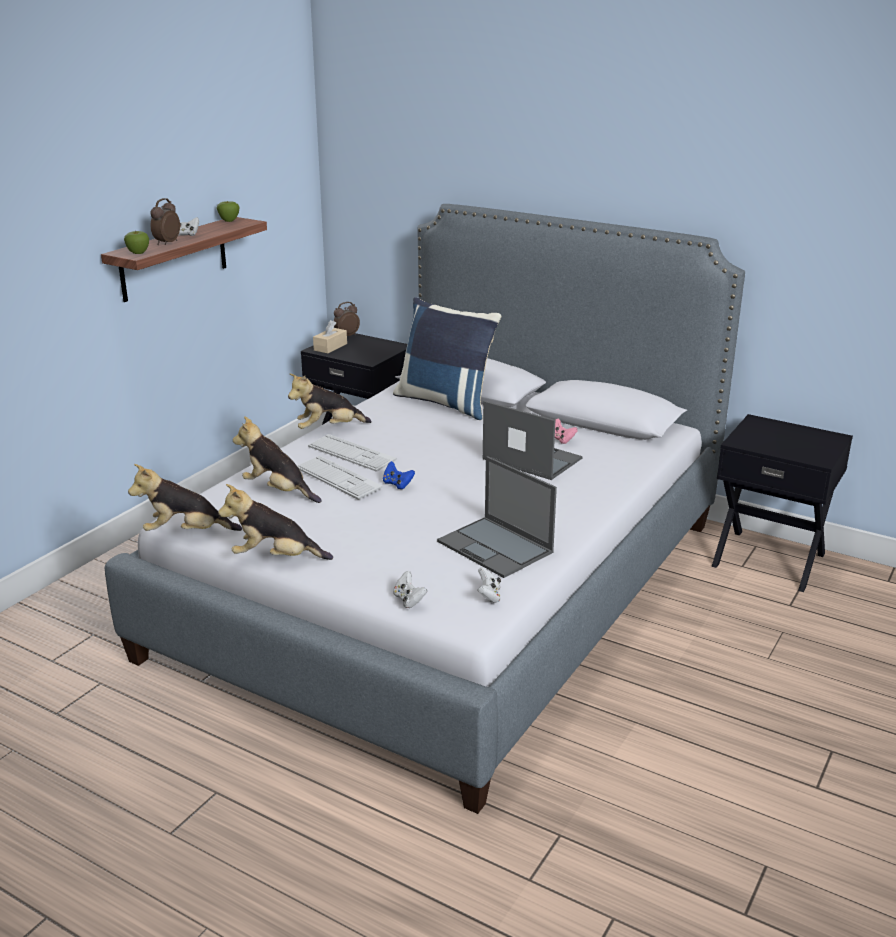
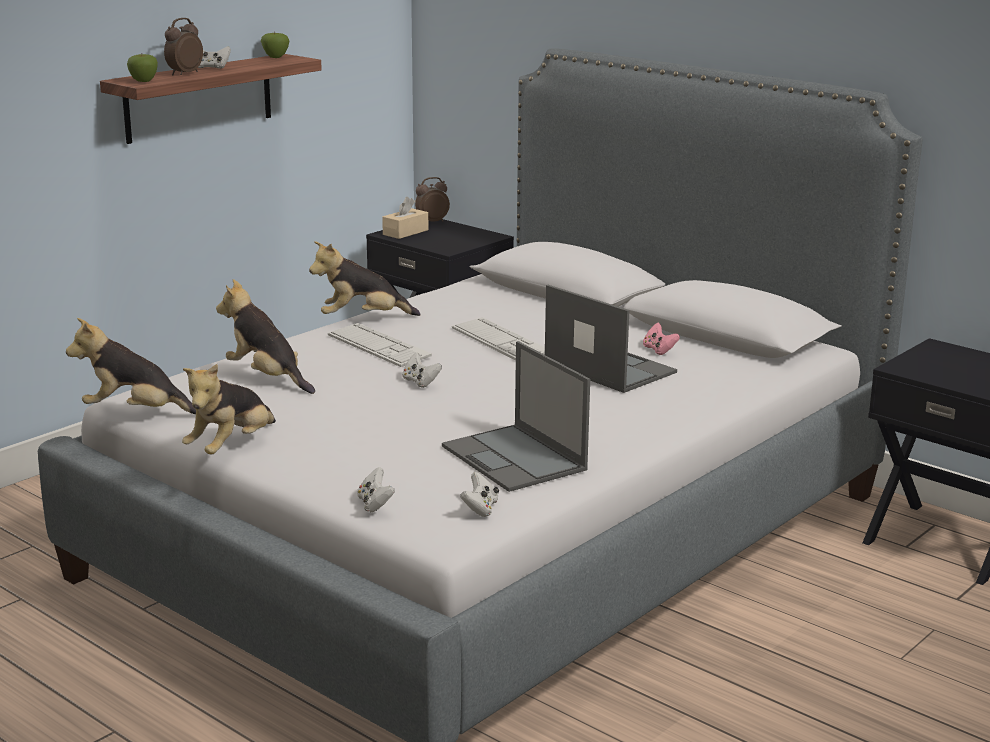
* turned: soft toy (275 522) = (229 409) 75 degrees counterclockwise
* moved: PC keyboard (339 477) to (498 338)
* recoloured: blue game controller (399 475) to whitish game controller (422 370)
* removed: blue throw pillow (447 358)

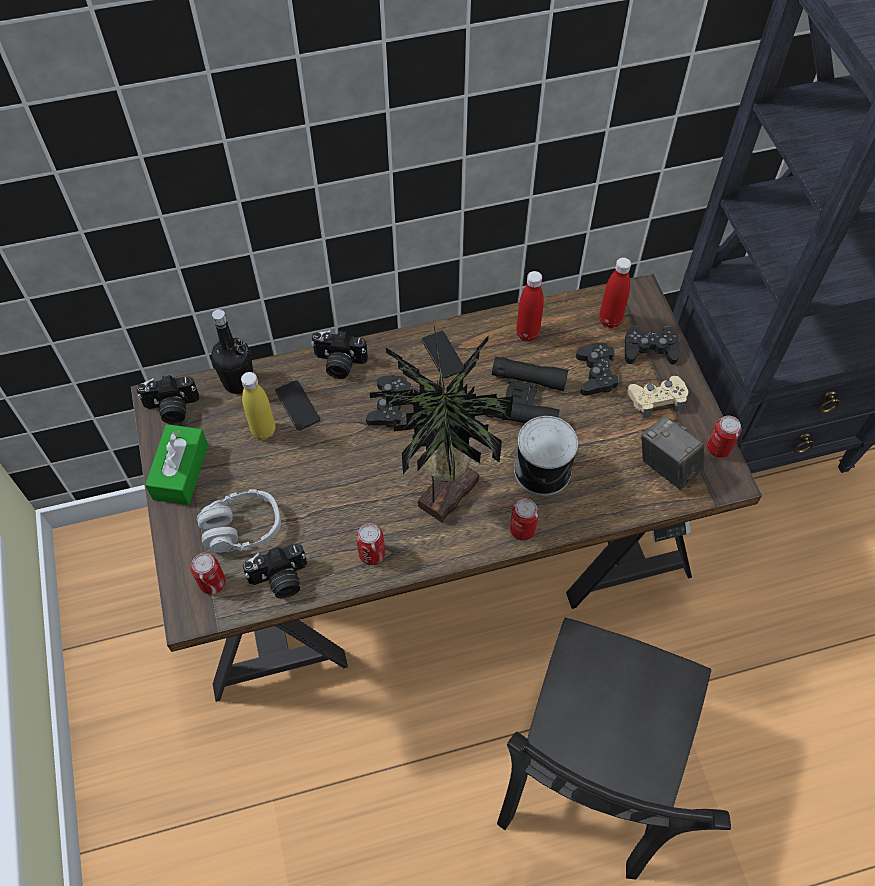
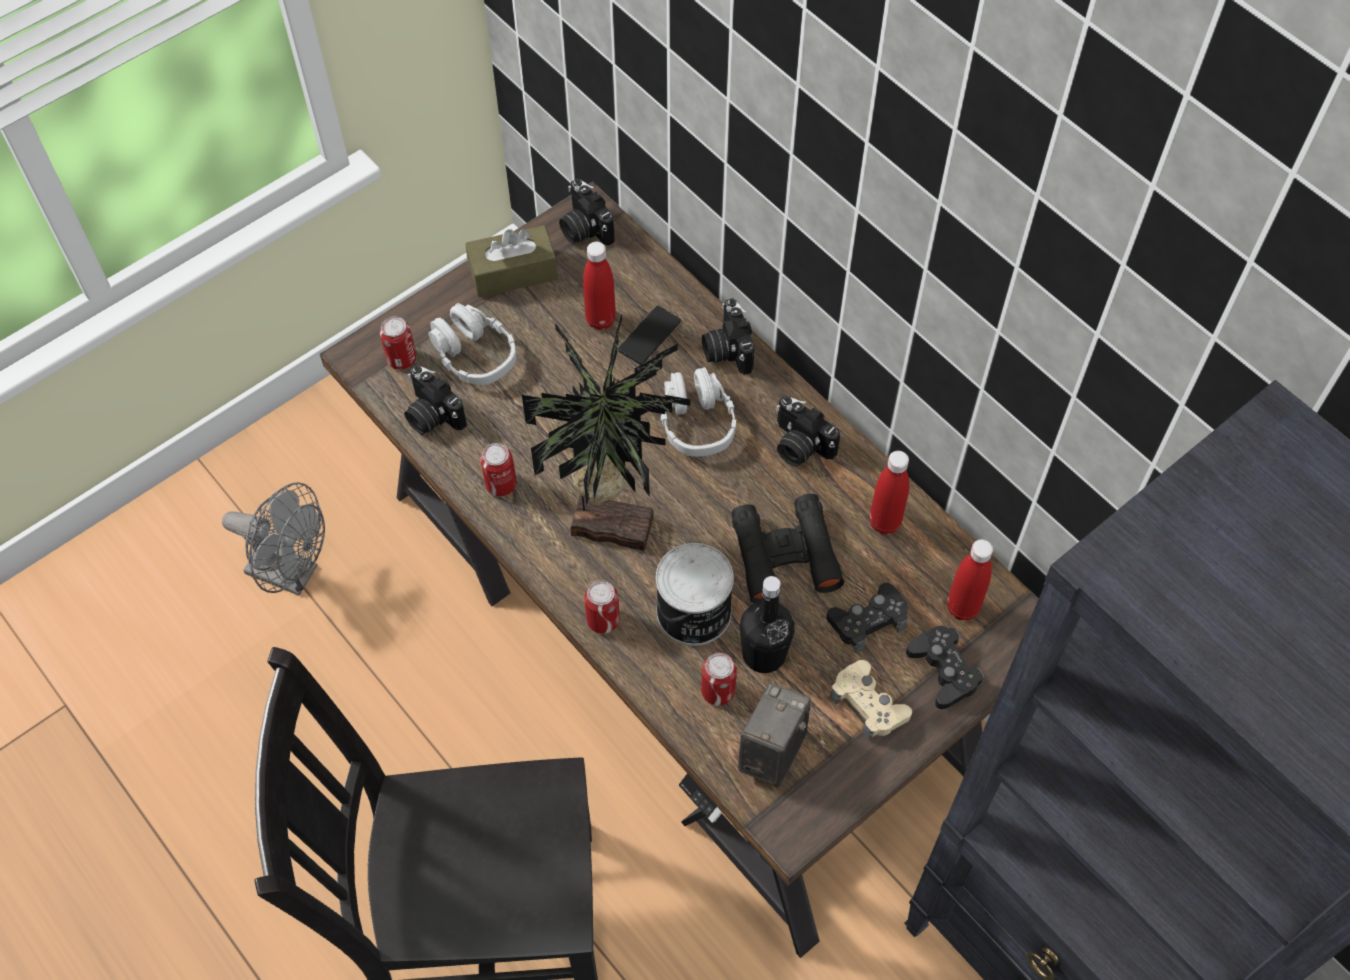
* recoloured: green-coloured tissue box (176 464) to brown tissue box (511 261)
* moved: black-coloured beverage bottle (232 351) to (767 624)
* recoloured: yellow beverage bottle (258 406) to reddish beverage bottle (599 286)
* replaced: black-coloured game controller (389 401) to grey headset (698 412)
* replaced: phone (442 354) to photo camera (808 431)
* moved: can (724 437) to (719 679)
* added: grey cooling fan (273 539)

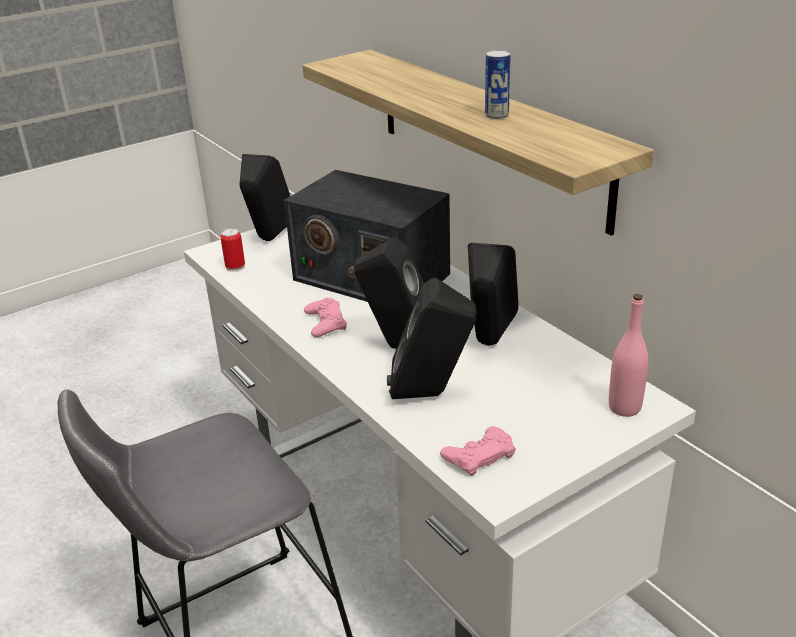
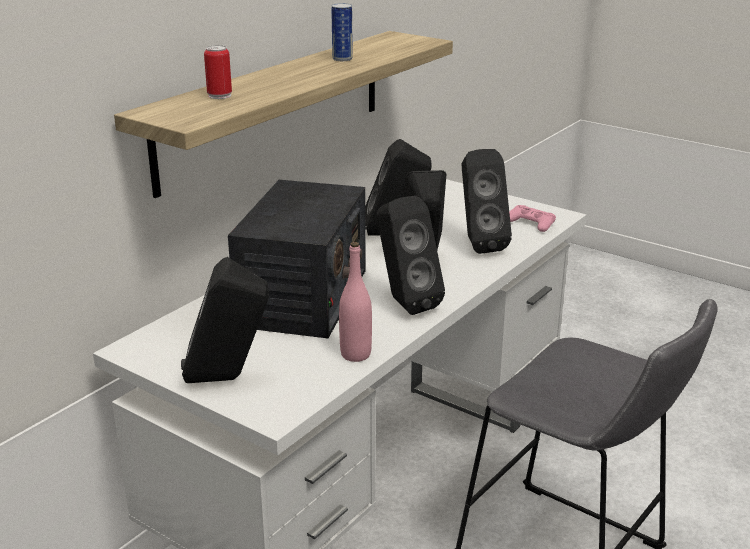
* moved: can (232 250) to (218 72)
* replaced: pink game controller (325 317) to black-coloured loudspeaker (411 255)
* moved: pink beverage bottle (628 355) to (355 302)

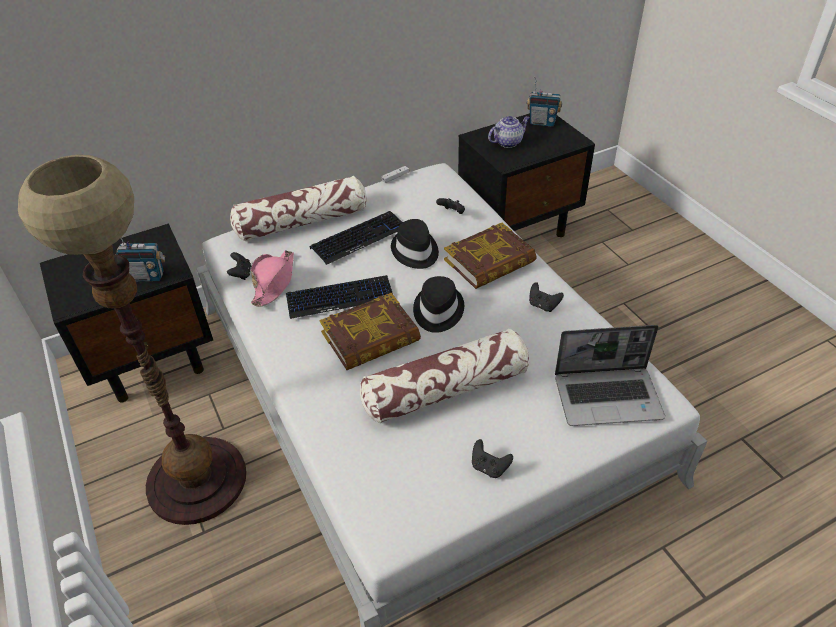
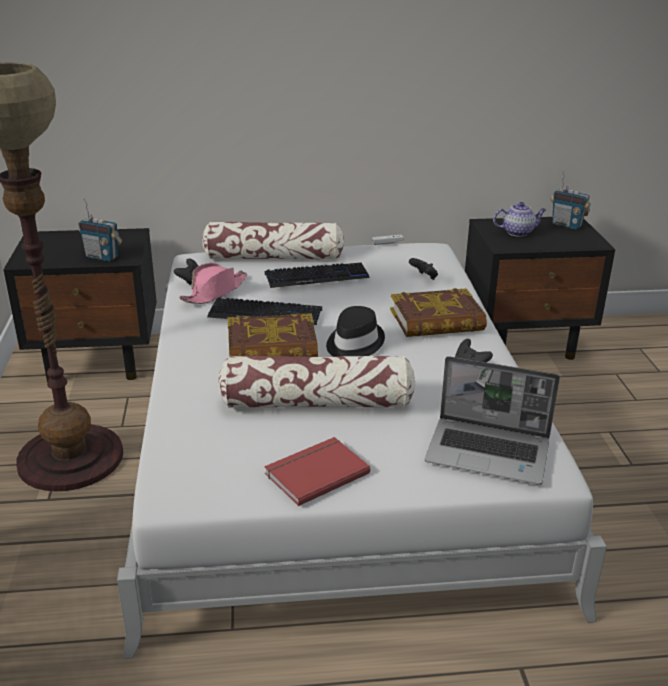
* removed: black-coloured hat (415 244)
* replaced: black-coloured game controller (492 458) to reddish volume (317 471)

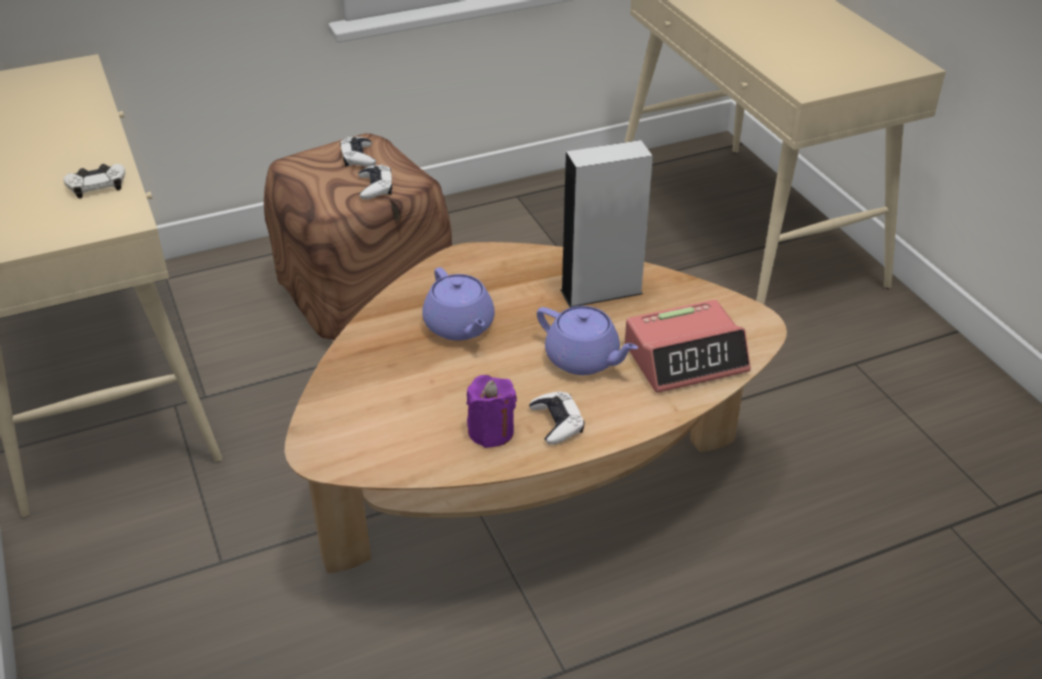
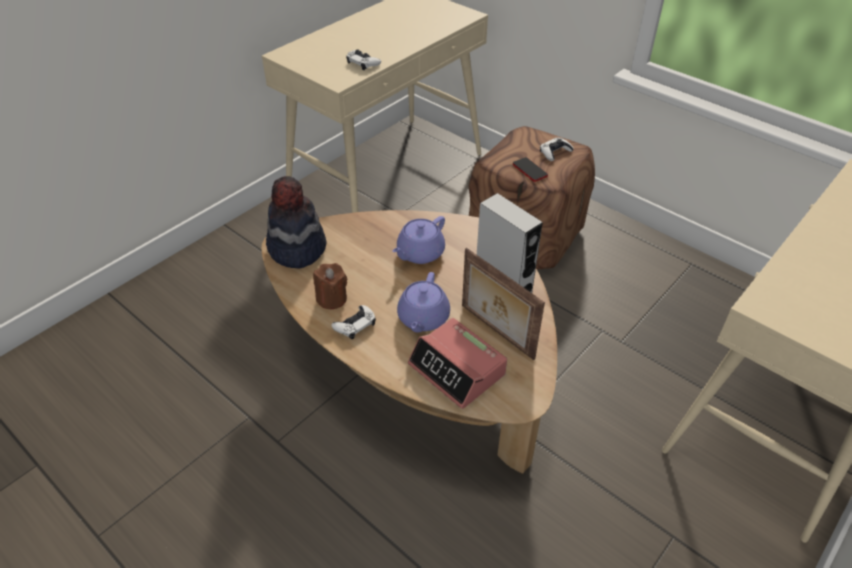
* replaced: whitish game controller (375 182) to phone (530 169)
* recoloured: purple-coloured wax light (492 411) to brown wax light (330 286)
* added: hat (296 222)
* added: picture frame (503 304)

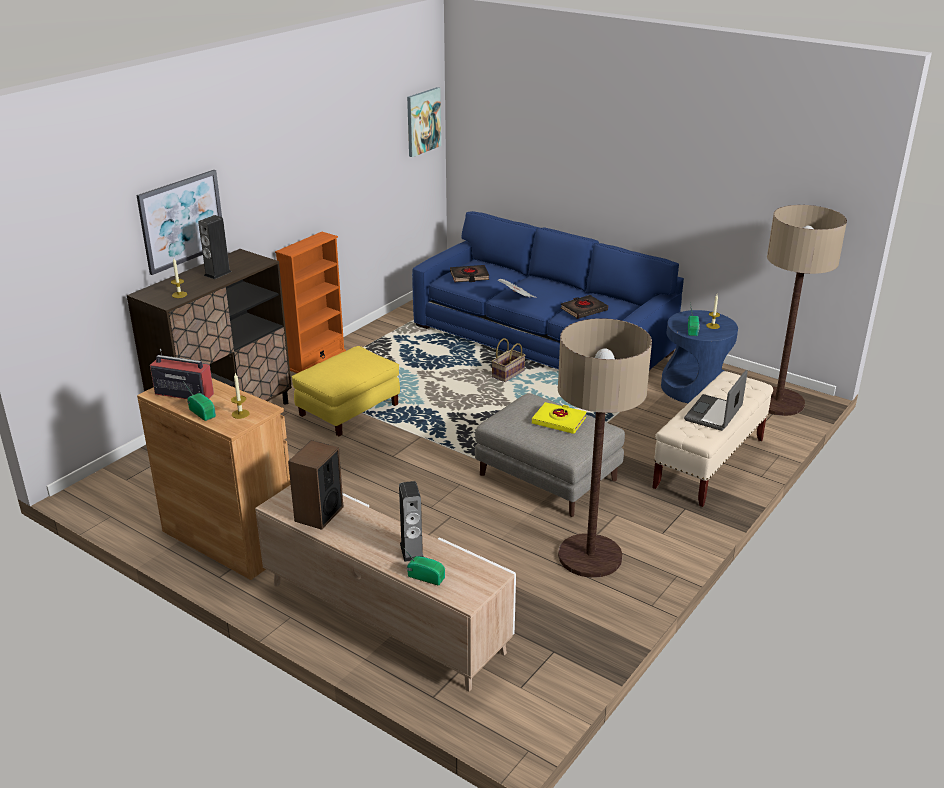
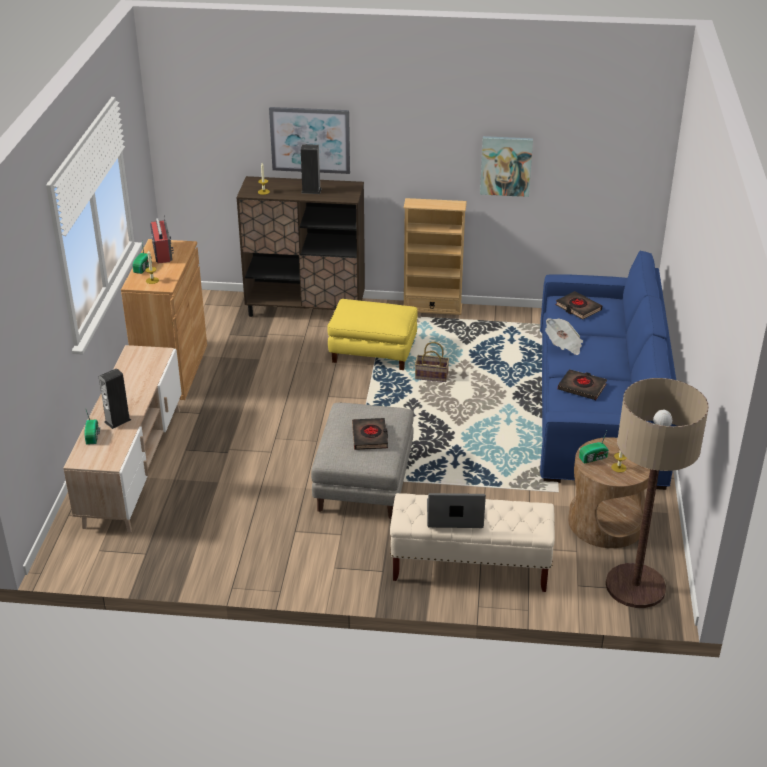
* recoloured: orangey bookshelf (310 302) to sand-coloured bookshelf (435 256)
* removed: loudspeaker (315 485)
* moved: wall art (424 122) to (506 166)
* moved: storage basket (508 360) to (432 362)
* recoloured: yellow volume (559 418) to black-coloured volume (370 434)
* removed: standing lamp (605 448)
* recoloured: blue accent table (699 356) to brown accent table (609 492)

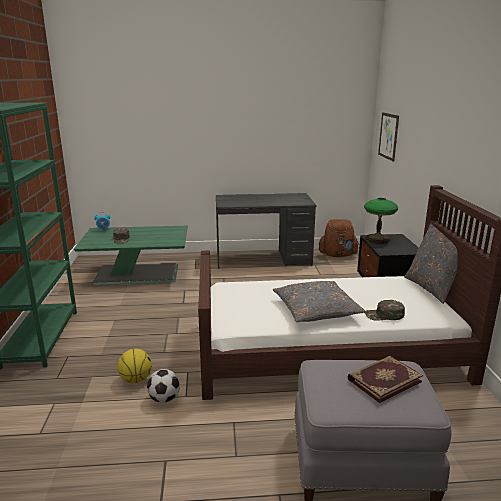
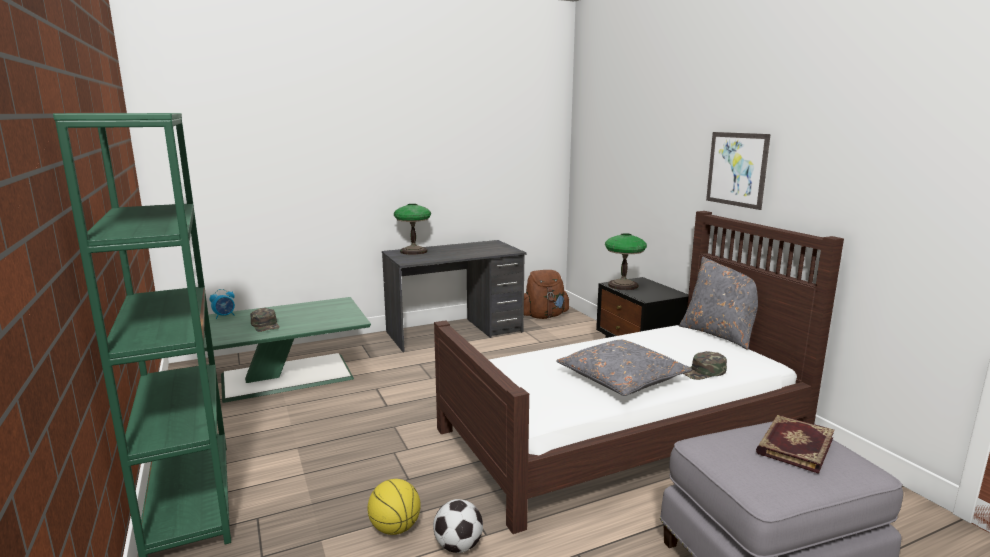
* moved: wall art (388 136) to (738 171)
* added: table lamp (412 229)

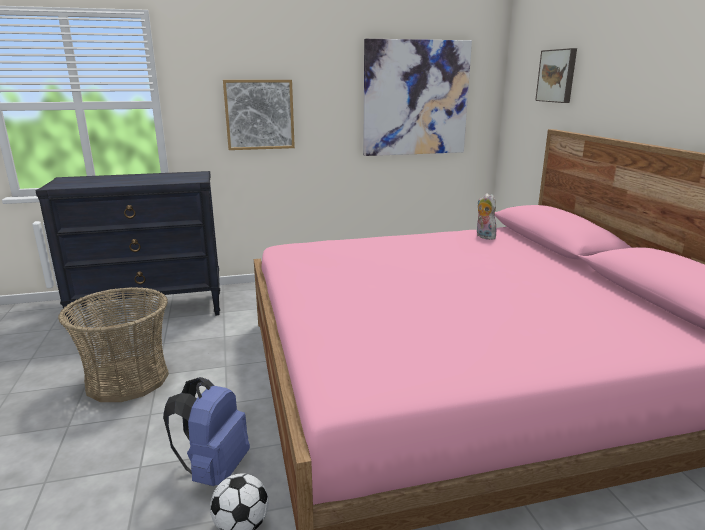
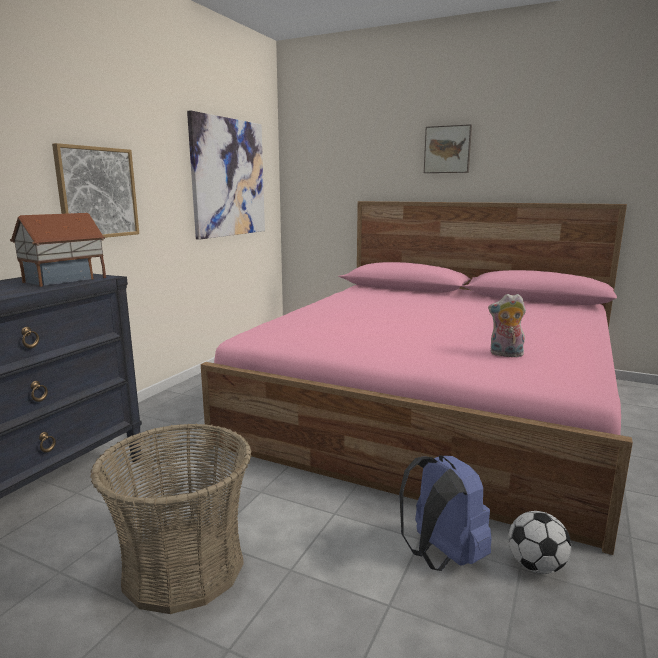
* moved: soft toy (486 216) to (507 325)
* moved: wall art (556 75) to (448 148)
* added: toy house (58 250)

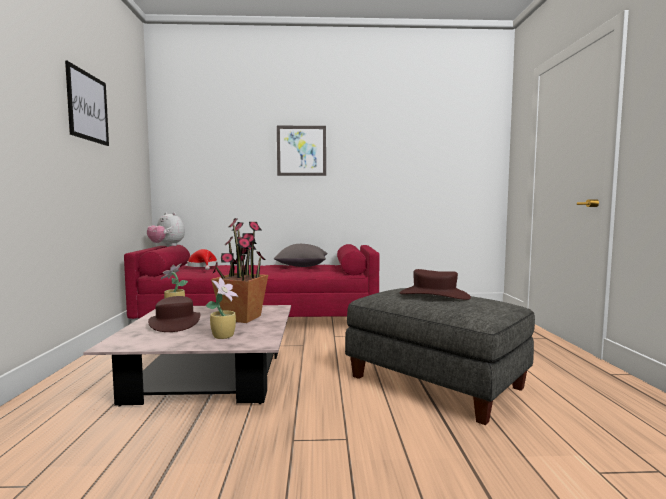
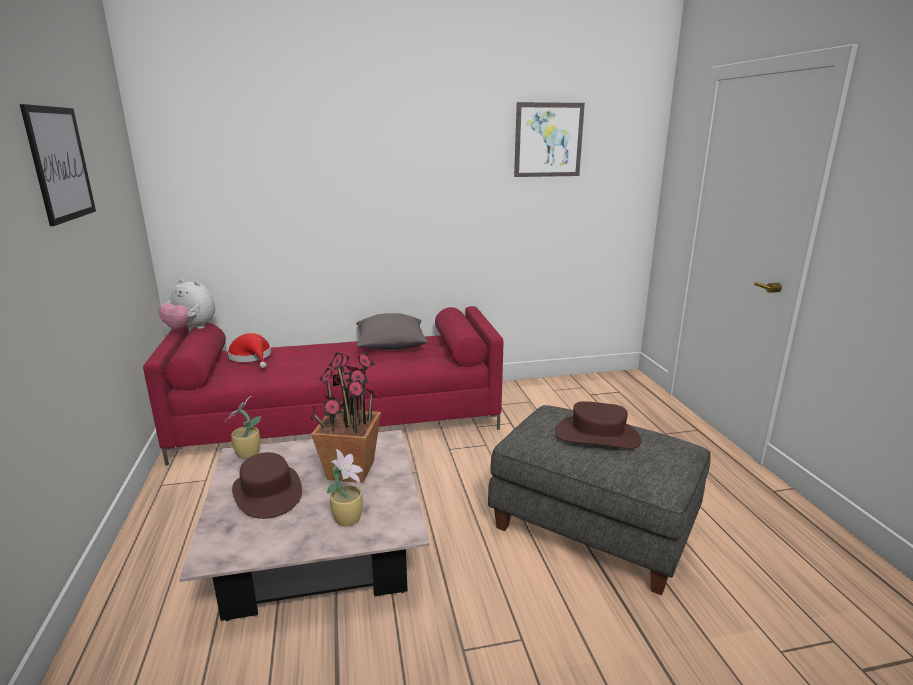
* moved: wall art (301 151) to (549 139)

